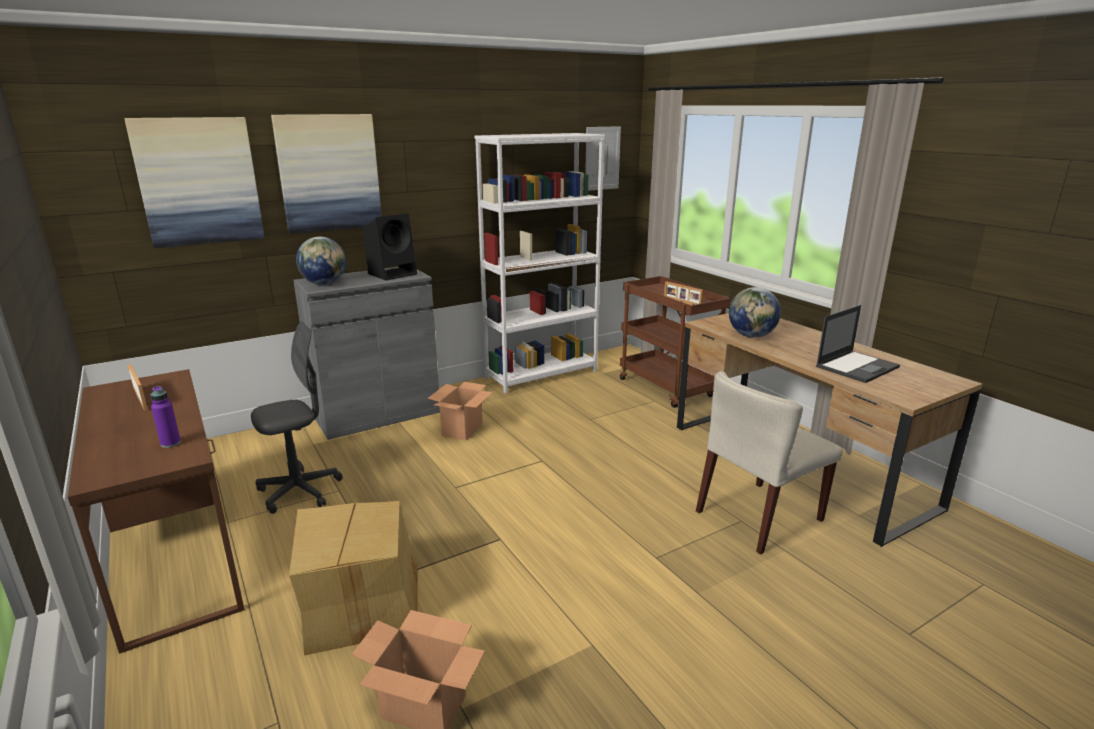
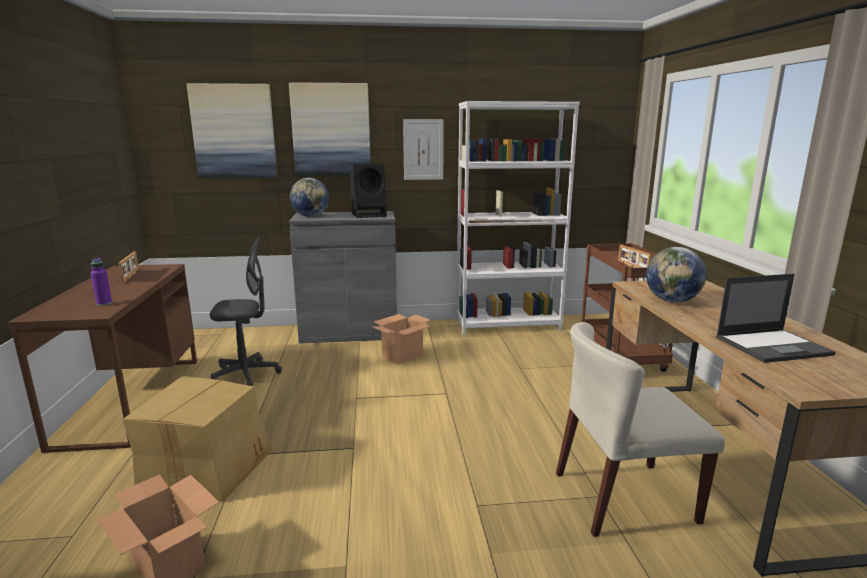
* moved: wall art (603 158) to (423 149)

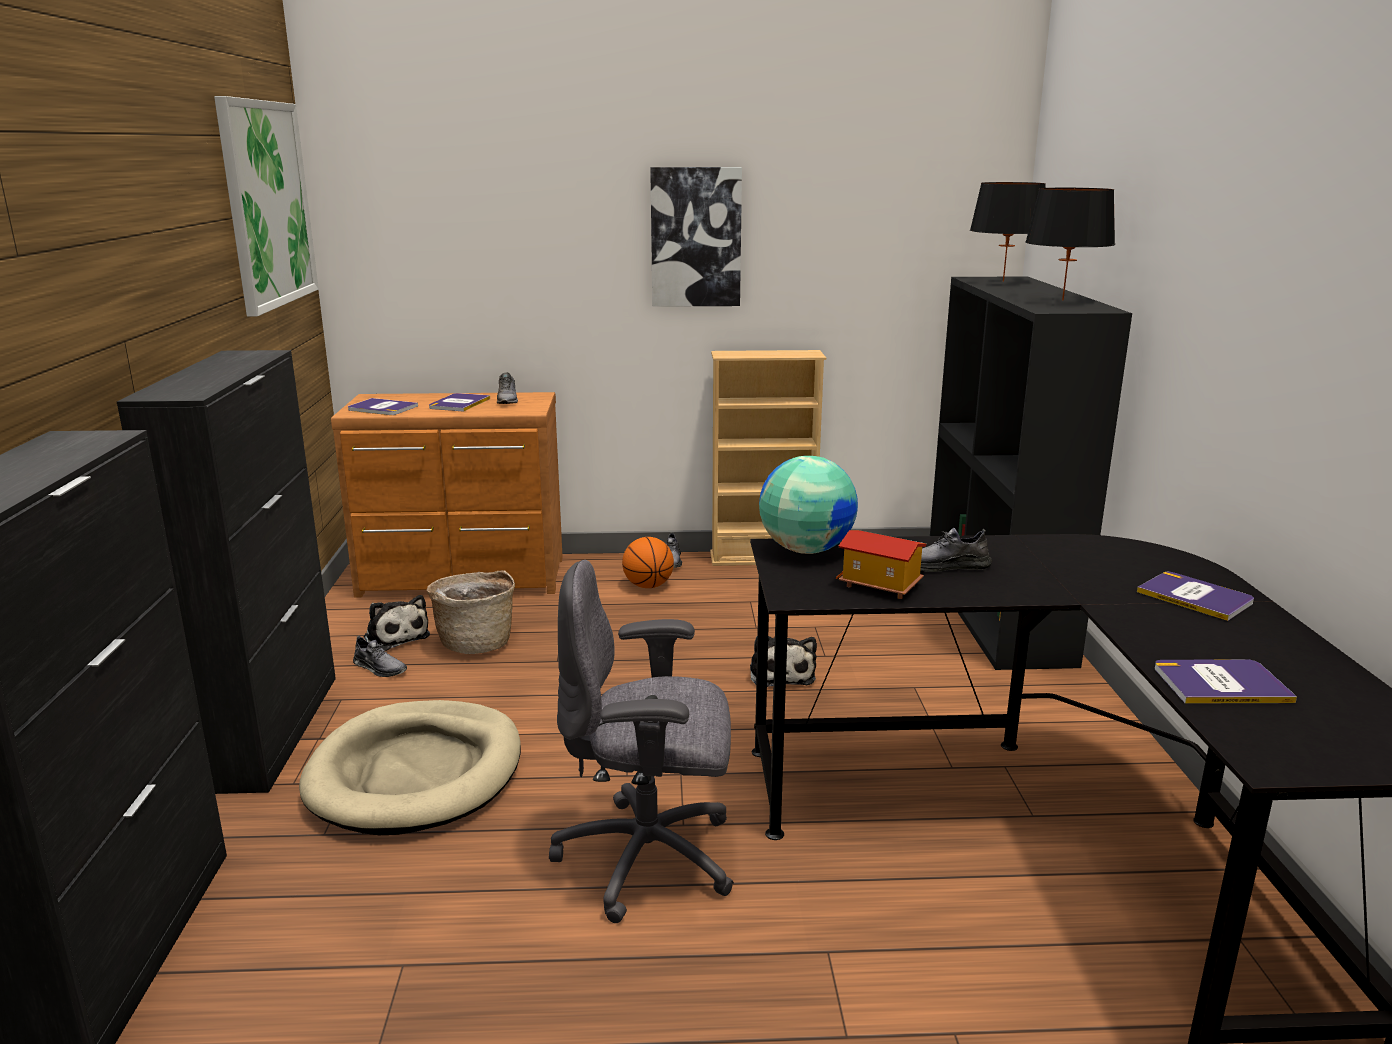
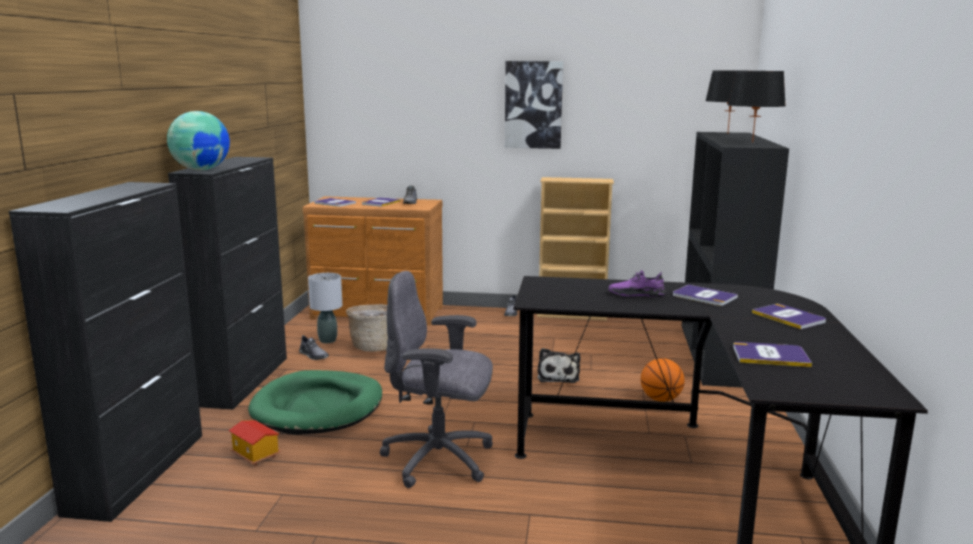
* removed: wall art (266 206)
* recoloured: sand-coloured dog cushion (410 767) to green-coloured dog cushion (315 402)
* replaced: soft toy (396 623) to grey table lamp (325 308)
* moved: basketball (648 562) to (663 380)
* moved: world globe (808 505) to (198 141)
* moved: toy house (881 564) to (254 443)
* recoloured: grey shoe (956 550) to purple-coloured shoe (637 283)
* added: volume (705 295)

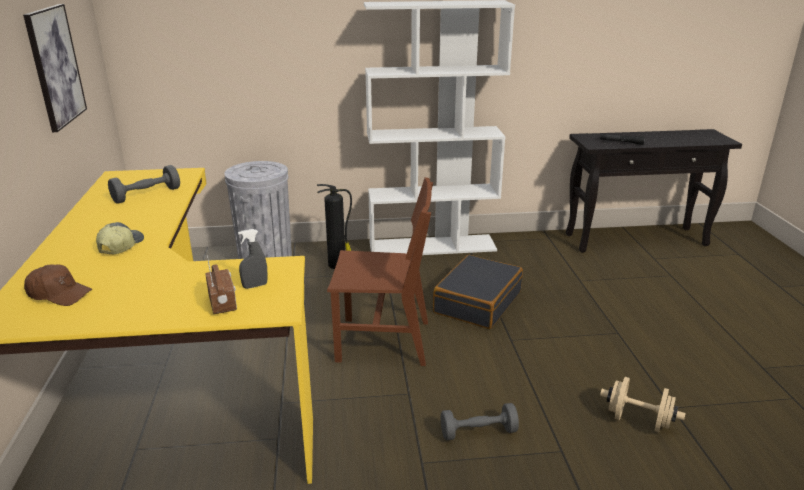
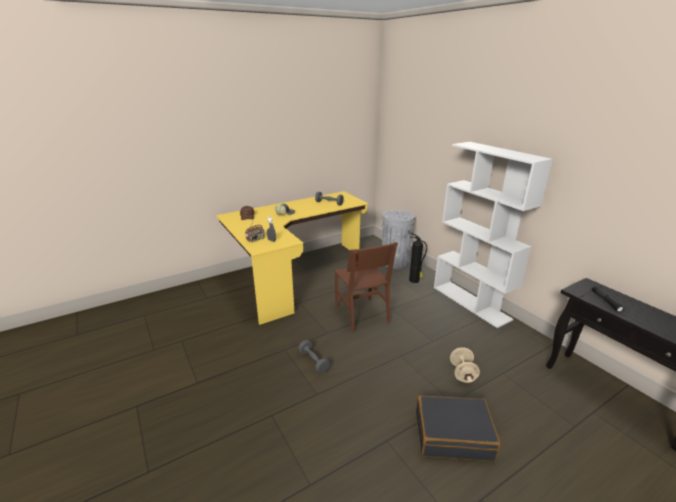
* removed: wall art (55 68)
* moved: black-coloured travel case (478 292) to (458 428)
* moved: sand-coloured hand weight (643 404) to (465 365)

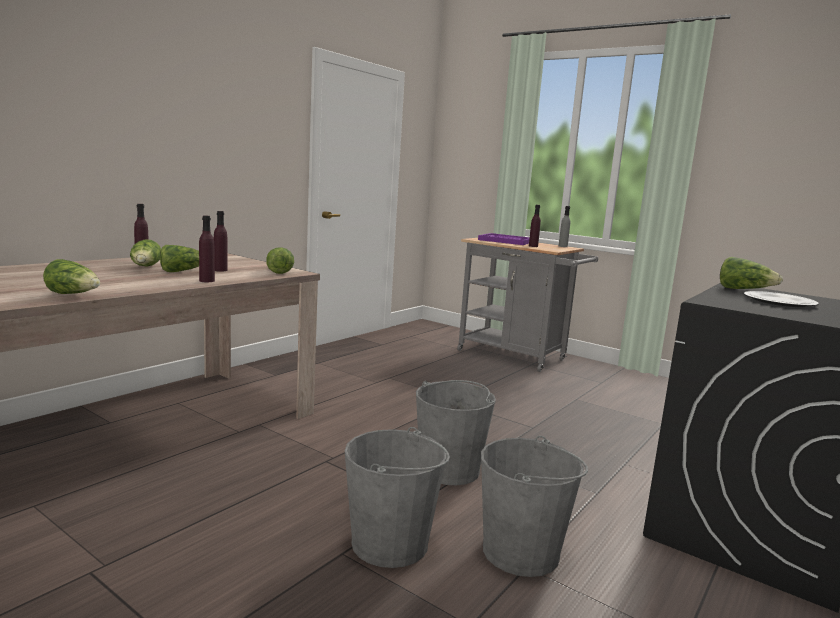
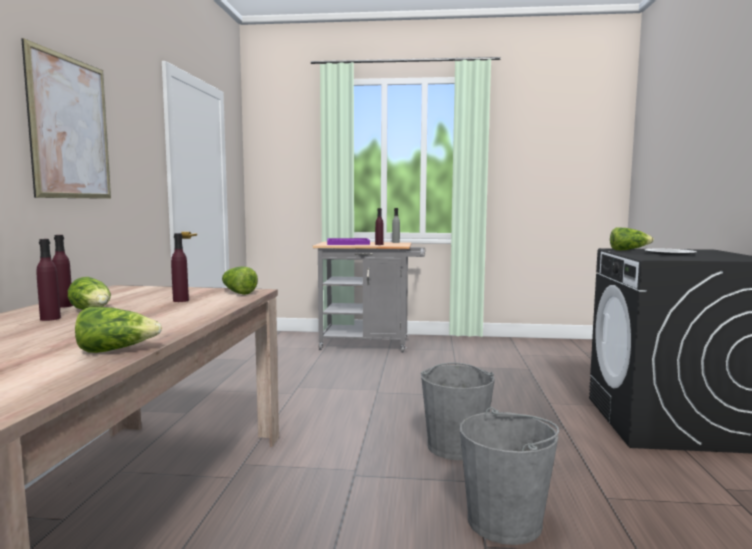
* removed: lettuce (179 258)
* moved: purple-coloured beverage bottle (207 249) to (48 280)
* removed: grey water bucket (534 506)
* added: wall art (66 118)

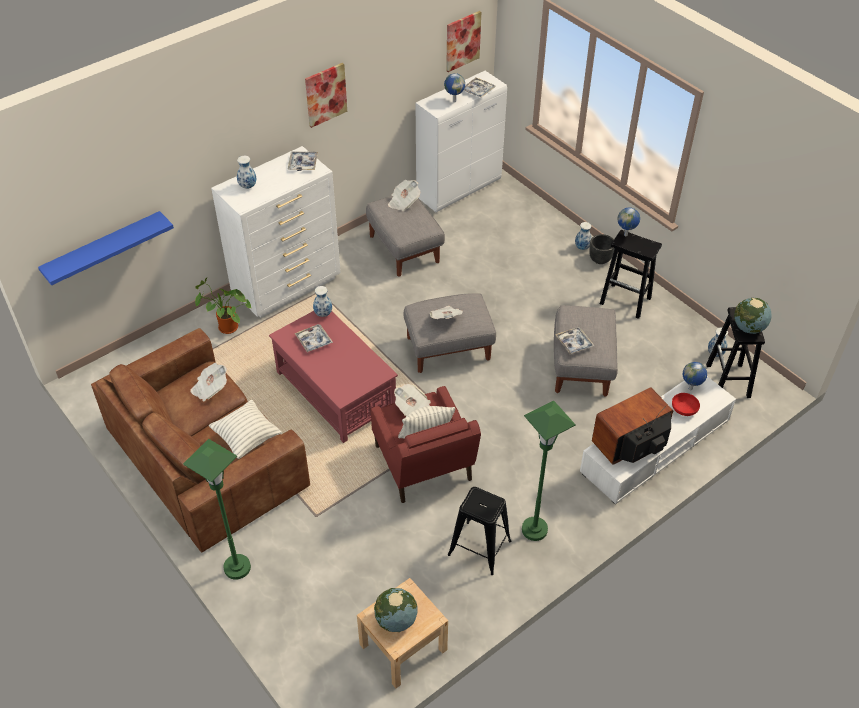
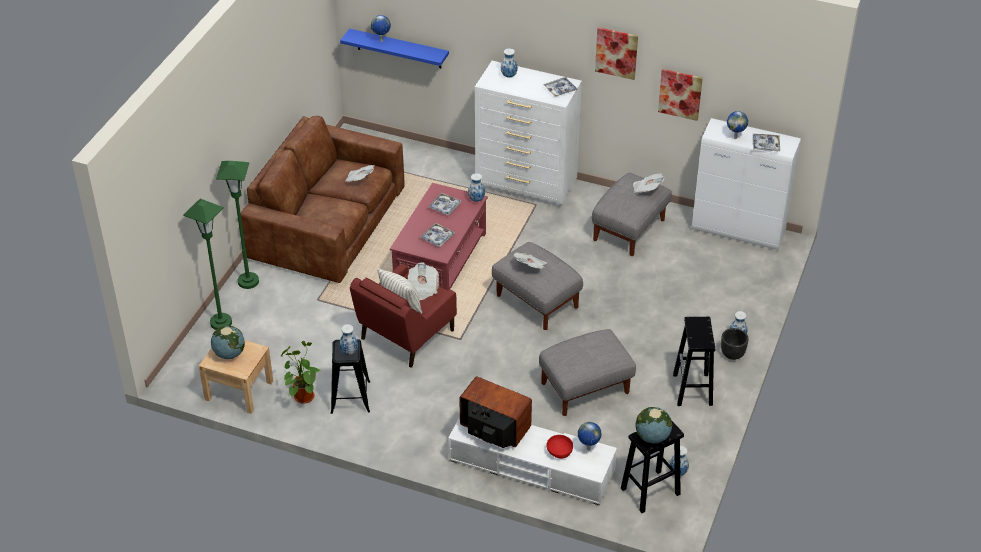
* moved: plant in a pot (223 305) to (301 372)
* removed: throw pillow (245 429)
* moved: wall art (463 41) to (680 95)
* moved: green-coloured standing lamp (549 471) to (207 264)
* moved: serving tray (574 341) to (437 235)
* moved: world globe (628 221) to (381 28)
* added: vase (348 339)

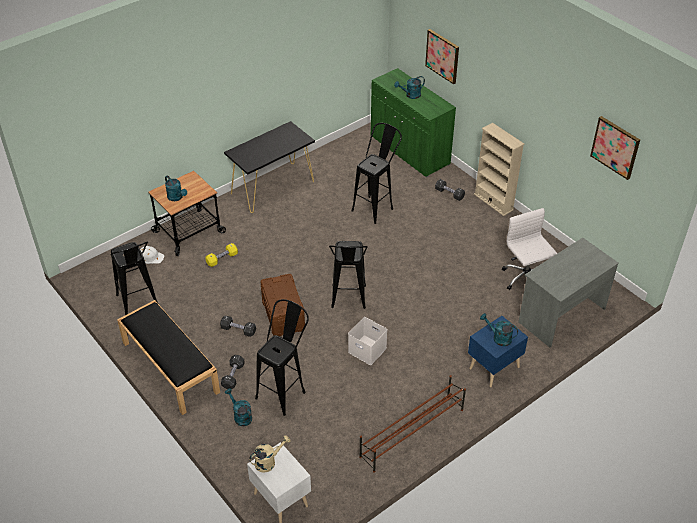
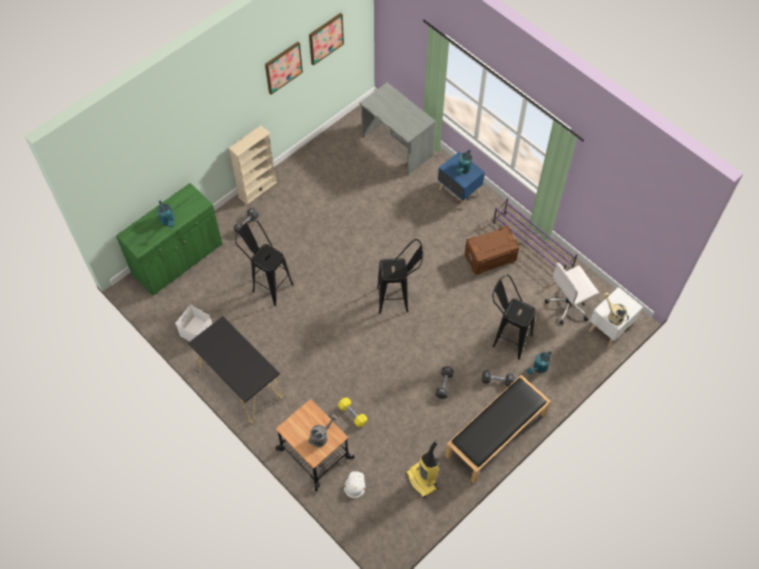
* replaced: black-coloured sitting stool (134 278) to vacuum cleaner (423 469)
* recoloured: turquoise-coloured watering pot (176 188) to grey watering pot (322 430)
* moved: brown storage container (282 305) to (492 250)
* moved: whitish storage container (367 341) to (193 323)
* recoloured: brown shoe rack (412 424) to purple-coloured shoe rack (535 233)
* moved: wall art (442 56) to (284 68)
* moved: whitish computer chair (529 249) to (572 293)

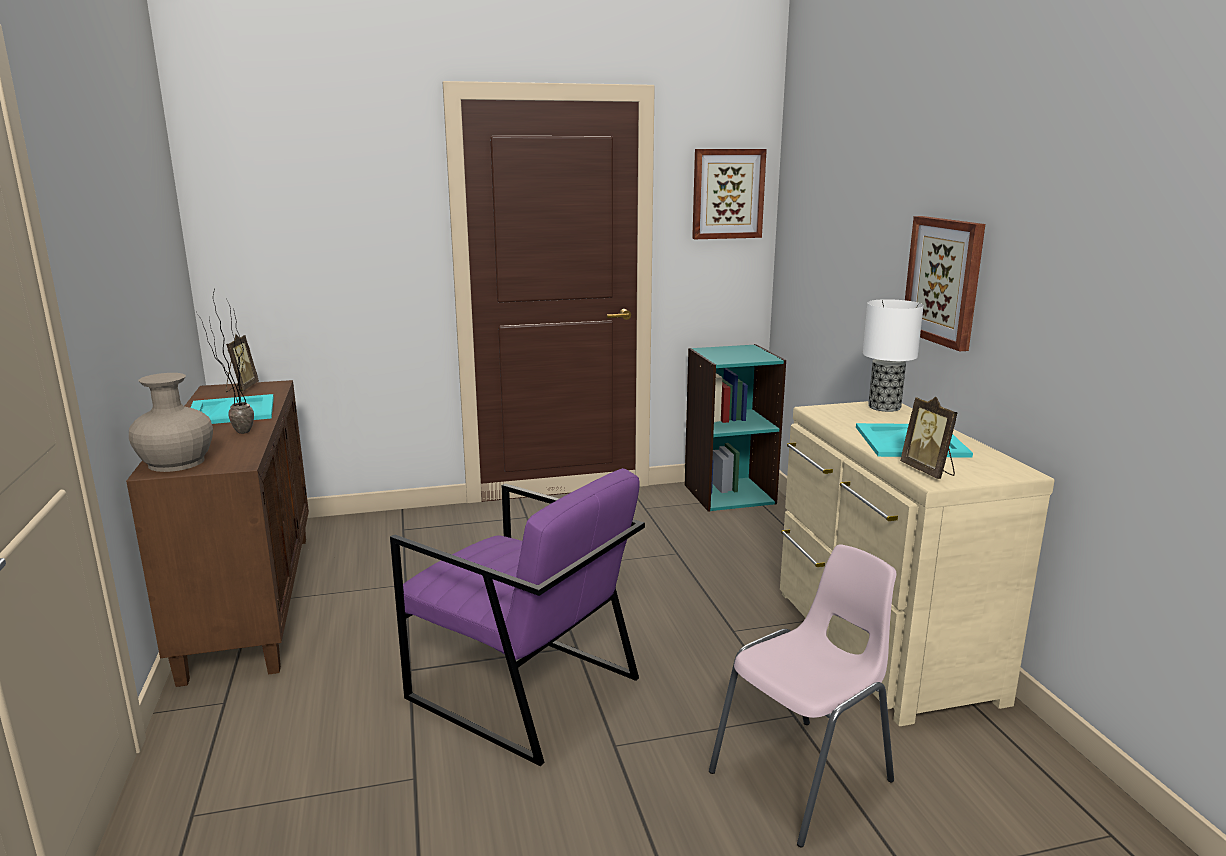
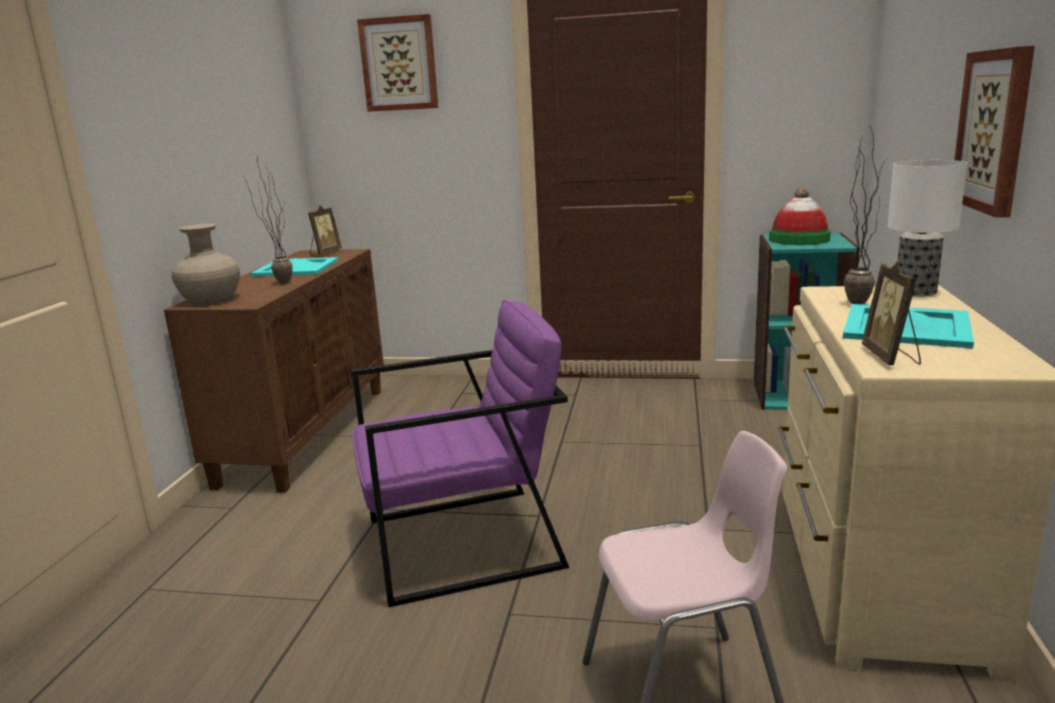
* turned: purple-coloured easy chair (517 617) = (460 453) 75 degrees counterclockwise
* moved: wall art (729 194) to (397 63)
* added: hat (800 216)
* added: plant in a pot (865 215)

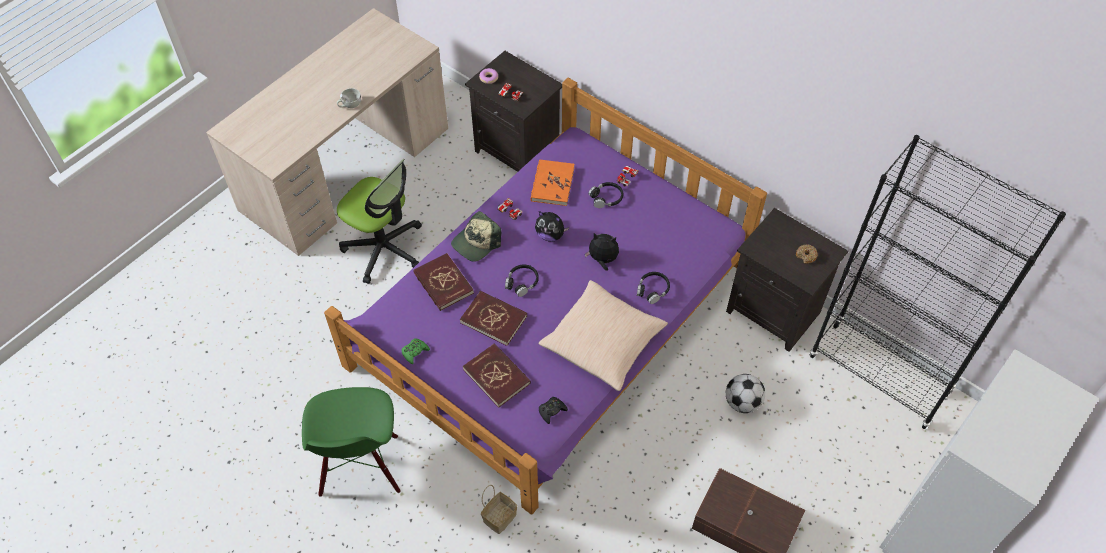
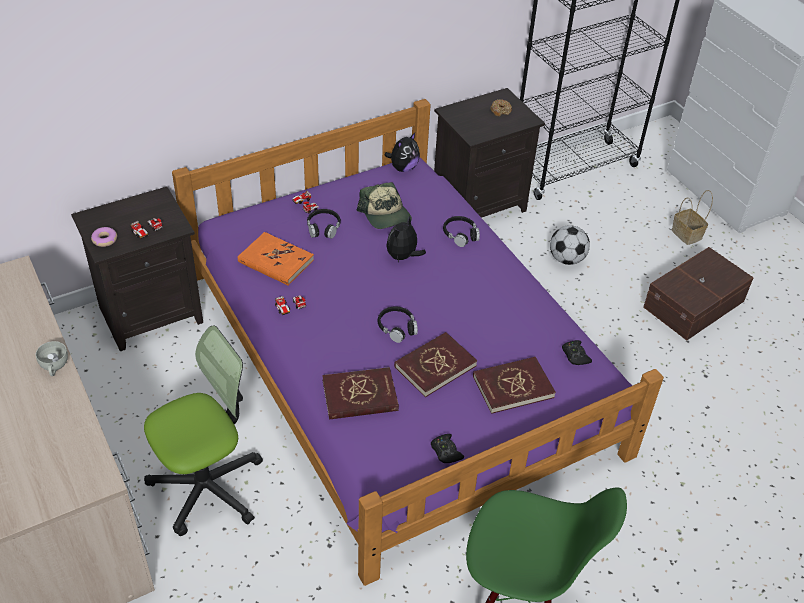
* recoloured: green-coloured game controller (416 351) to black-coloured game controller (447 448)
* moved: peaked cap (476 236) to (384 205)
* moved: storage basket (499 509) to (692 217)
* moved: soft toy (552 226) to (402 152)
* removed: sand-coloured throw pillow (603 335)

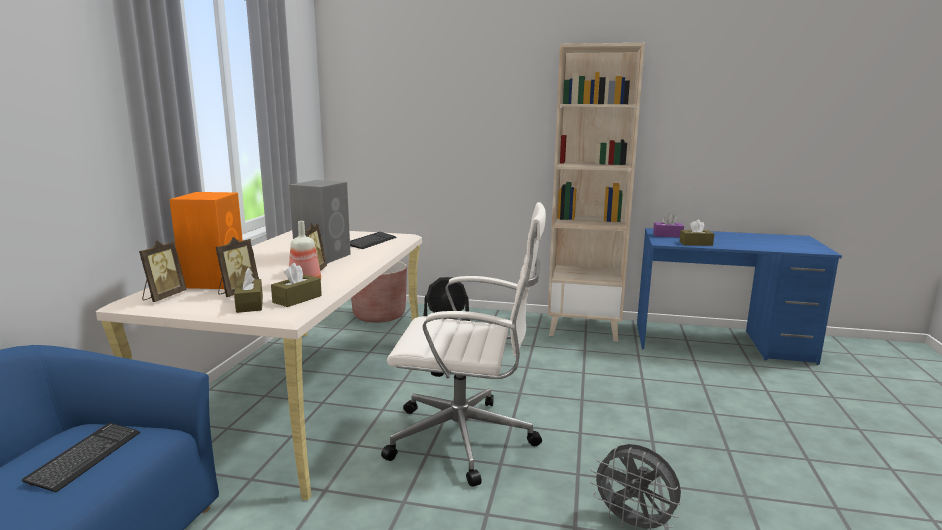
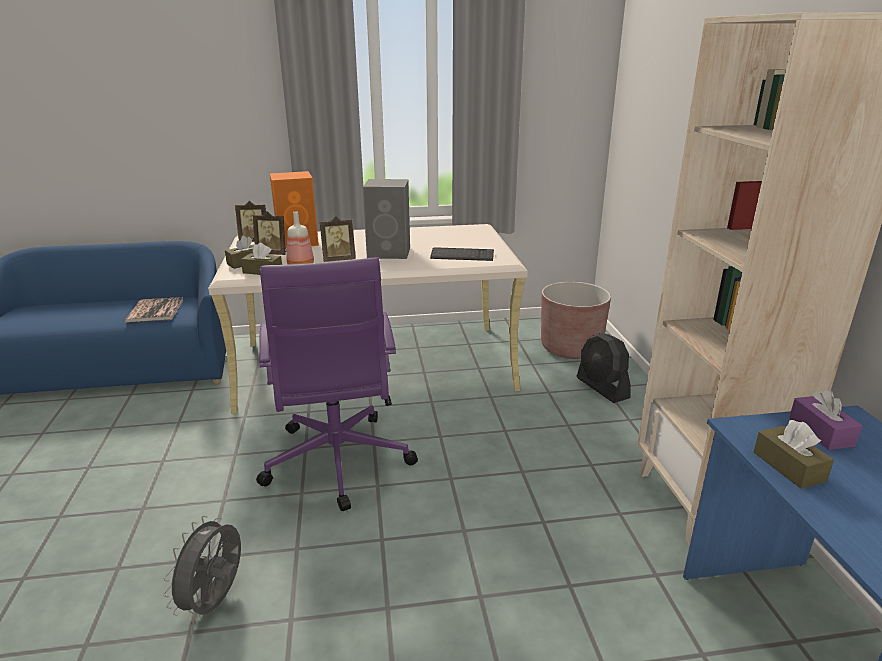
* replaced: PC keyboard (81 457) to volume (154 310)
* recoloured: whitish computer chair (463 344) to purple-coloured computer chair (337 384)

